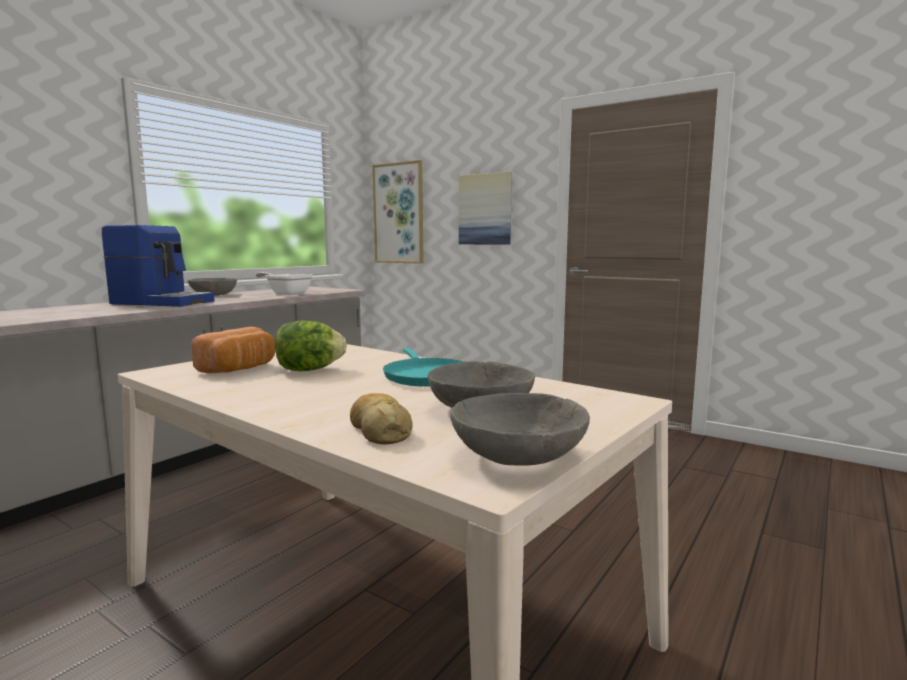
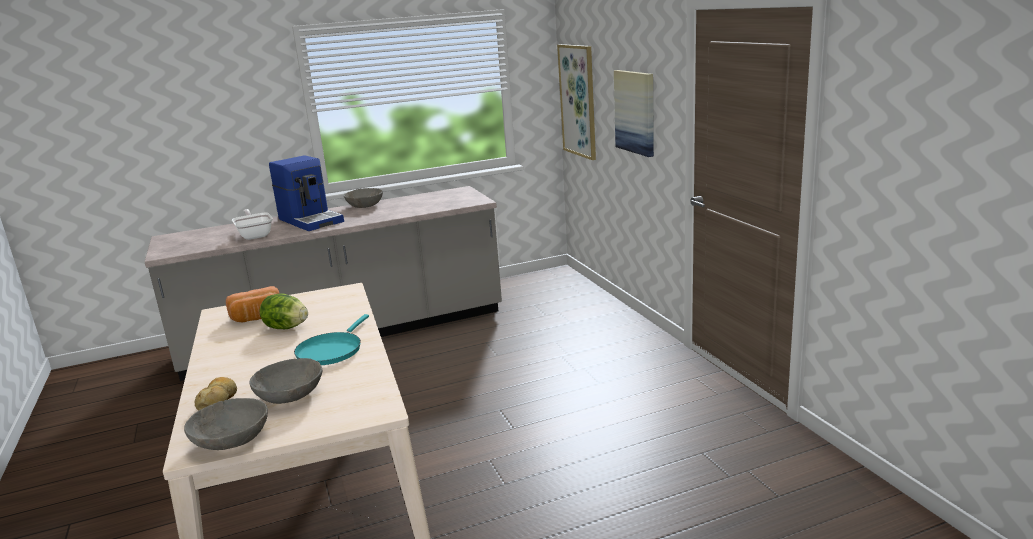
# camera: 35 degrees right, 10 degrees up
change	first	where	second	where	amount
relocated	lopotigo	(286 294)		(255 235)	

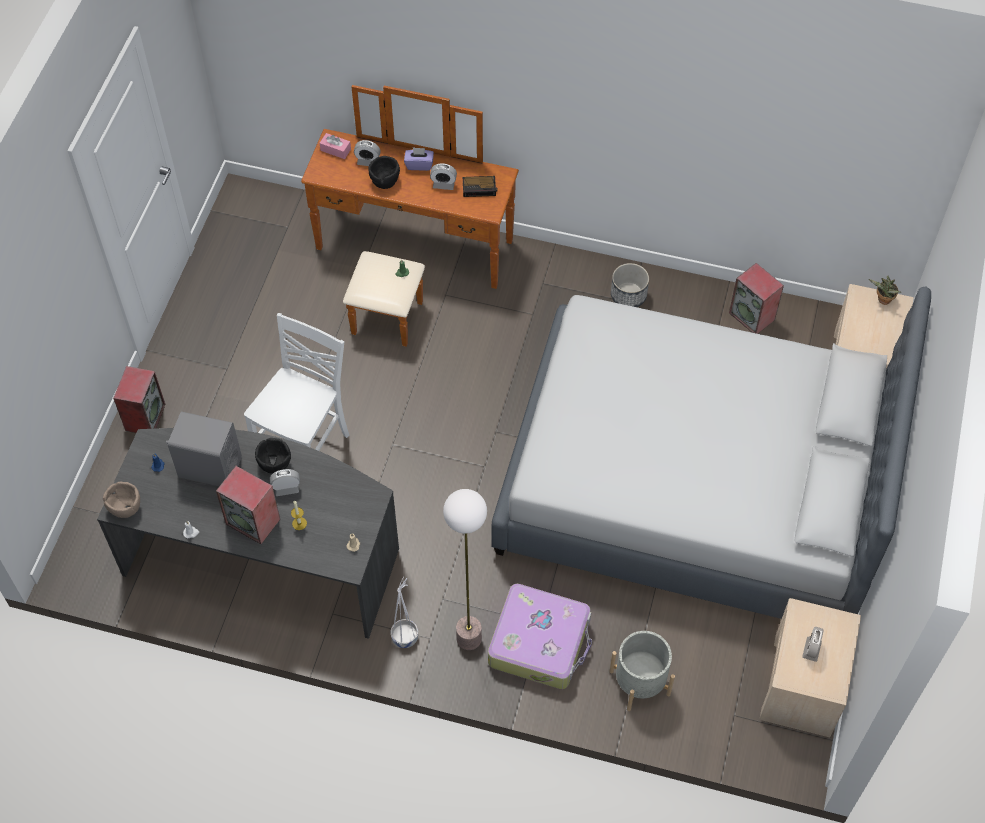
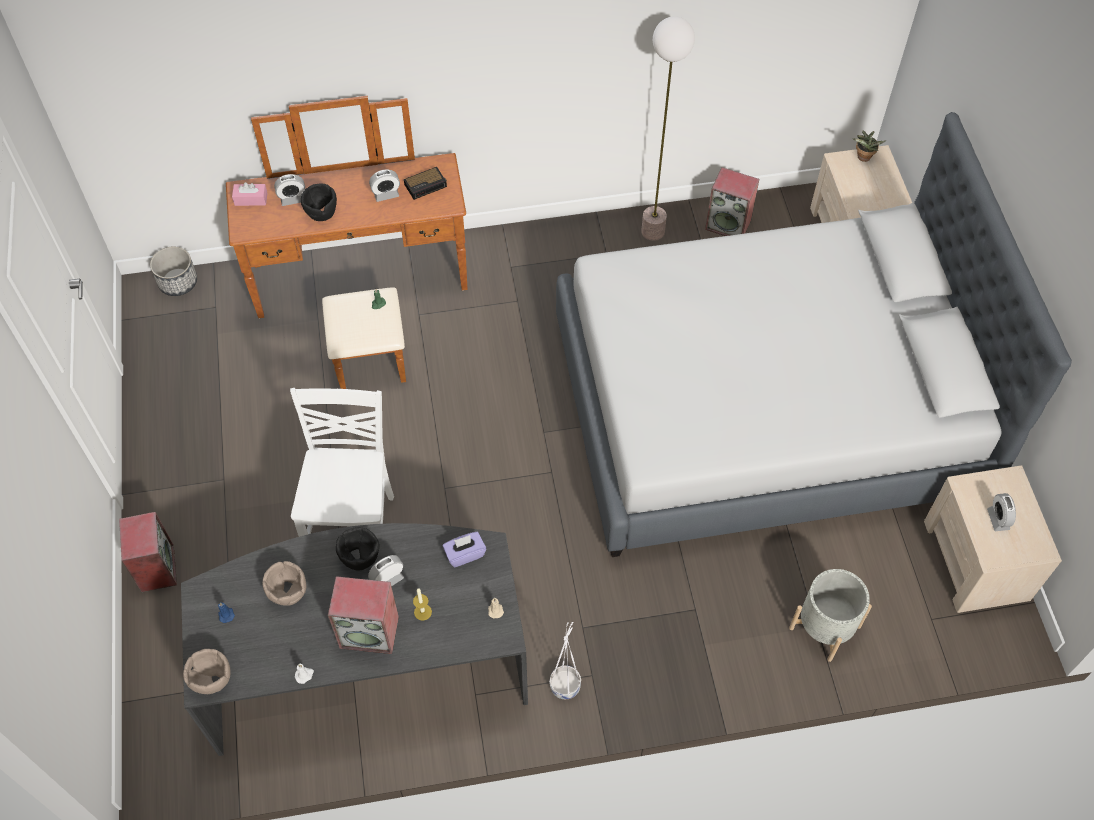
# camera: 25 degrees left, 0 degrees up
change	first	where	second	where	amount
missing	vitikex	(540 642)			
relocated	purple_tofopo	(419 164)		(465 554)	
relocated	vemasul	(469 638)		(653 231)	
relocated	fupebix	(628 295)		(178 282)	
exchanged	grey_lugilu	(209 467)	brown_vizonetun	(287 591)	

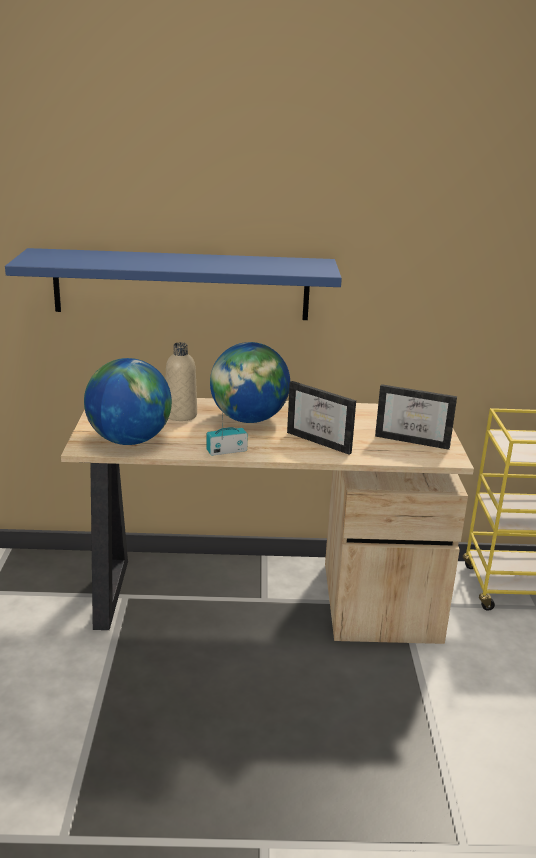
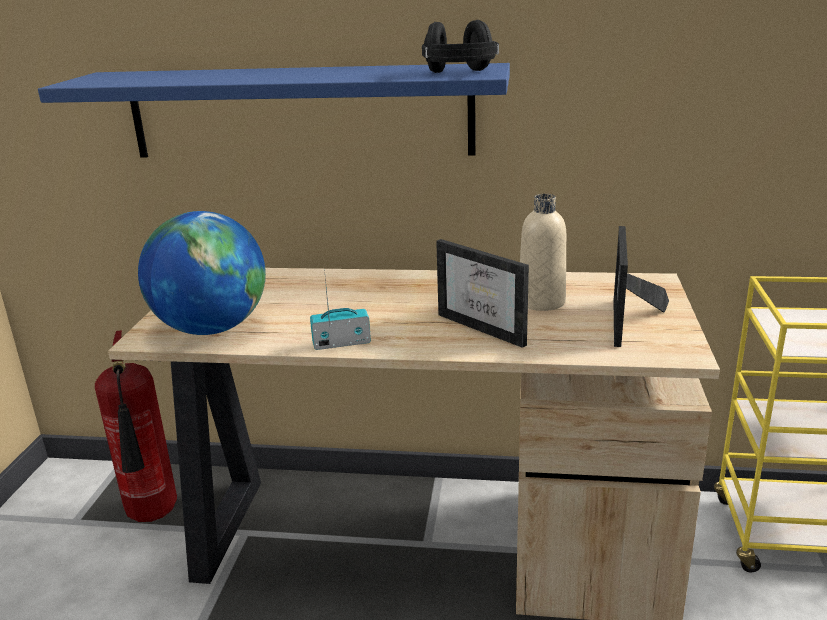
# camera: 10 degrees right, 0 degrees up
change	first	where	second	where	amount
missing	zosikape	(249 419)			
appeared			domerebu	(153 516)	
appeared			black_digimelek	(459 74)	
relocated	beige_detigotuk	(181 415)		(541 302)	
spun	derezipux	(414 439)		(628 323)	75 degrees clockwise

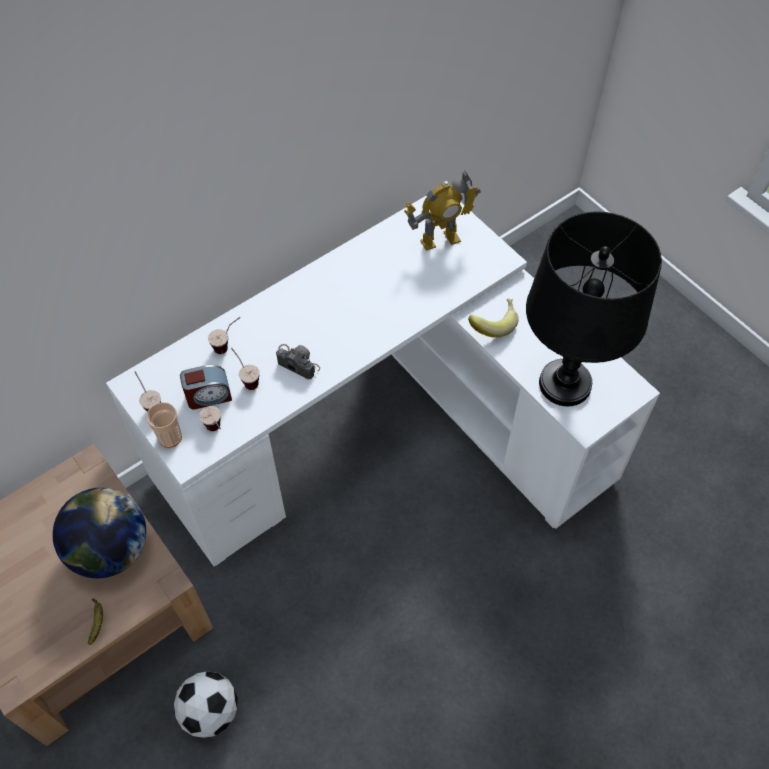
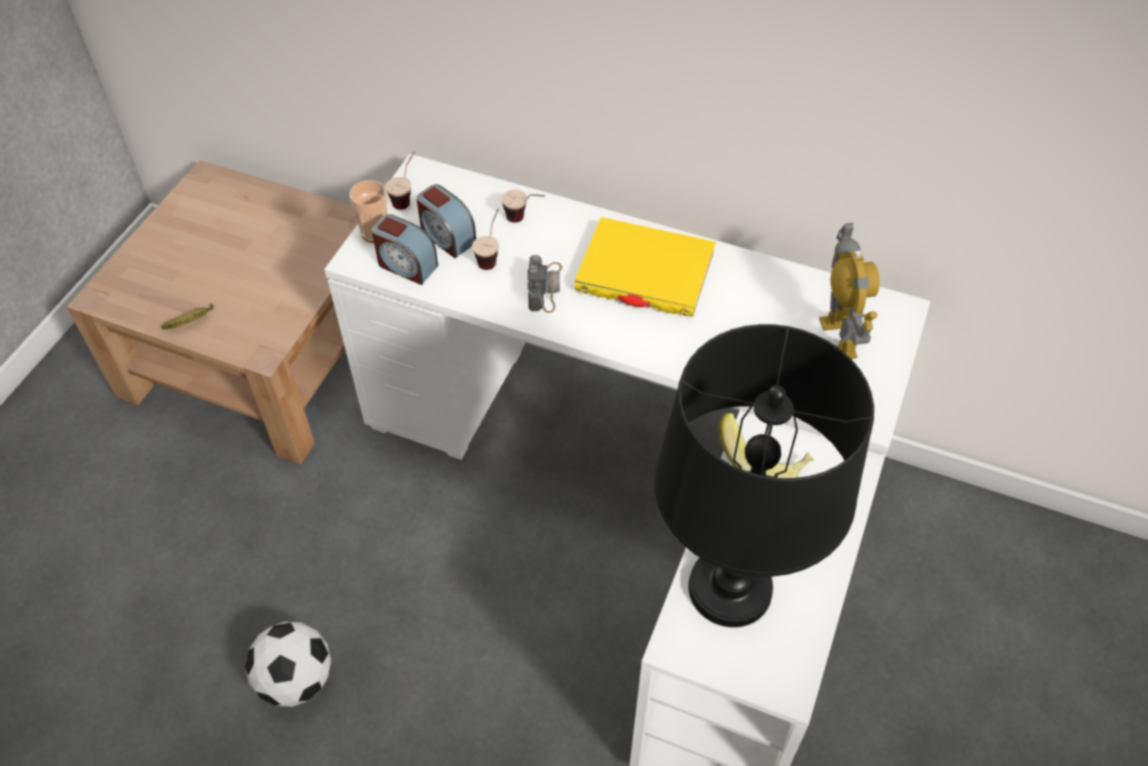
# camera: 60 degrees right, 5 degrees down
change	first	where	second	where	amount
missing	zosikape	(110 550)			
appeared			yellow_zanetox	(644 272)	
relocated	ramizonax	(210 711)		(296 680)	
exchanged	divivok	(217 432)	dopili	(406 265)	
spun	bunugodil	(440 240)		(838 337)	135 degrees counterclockwise

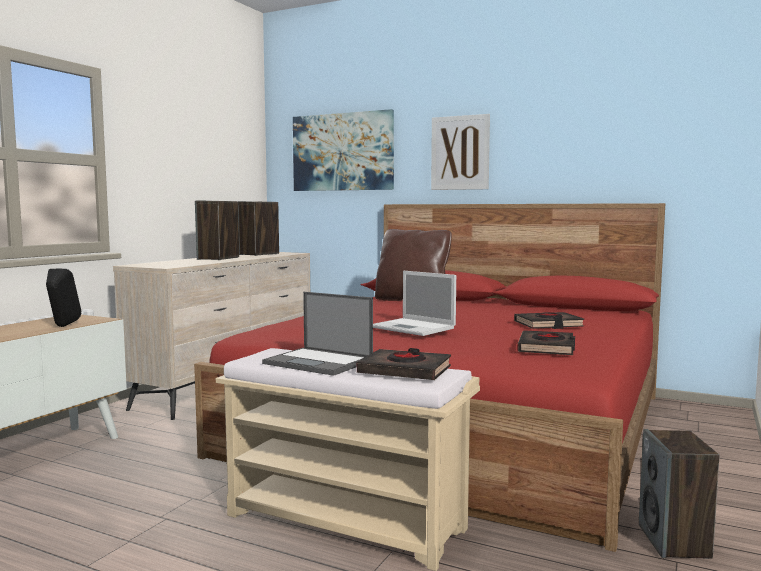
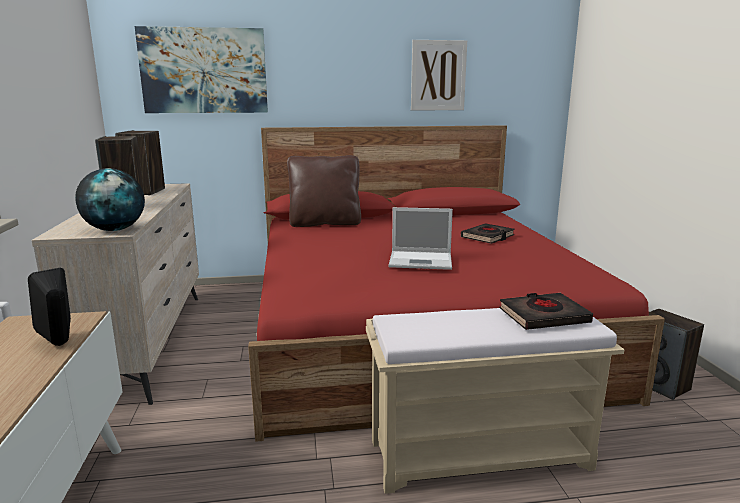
# camera: 35 degrees left, 10 degrees up
change	first	where	second	where	amount
missing	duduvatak	(320 362)			
missing	black_zanetox	(547 348)			
appeared			zosikape	(115 230)	
relocated	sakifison	(460 153)		(438 75)	

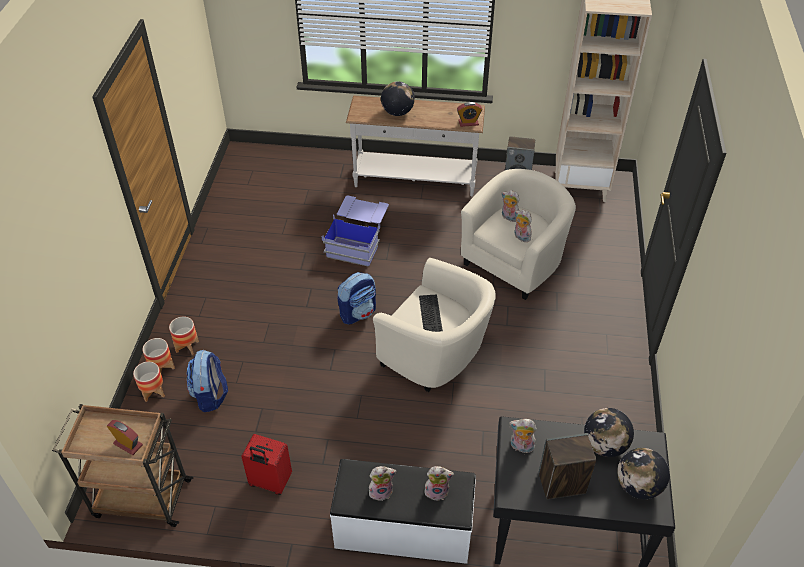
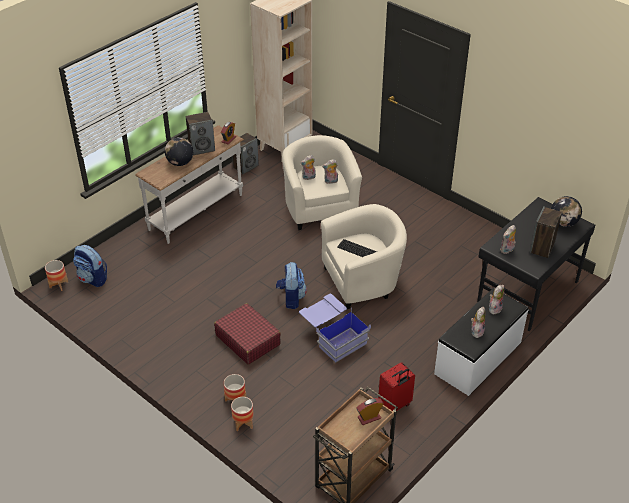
# camera: 55 degrees left, 5 degrees down
change	first	where	second	where	amount
missing	zosikape	(604 445)			
appeared			lugilu	(202 148)	
appeared			red_vitikex	(248 340)	
relocated	fupebix	(153 392)		(59 285)	
relocated	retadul	(211 395)		(93 279)	
relocated	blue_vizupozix	(358 241)		(333 336)	

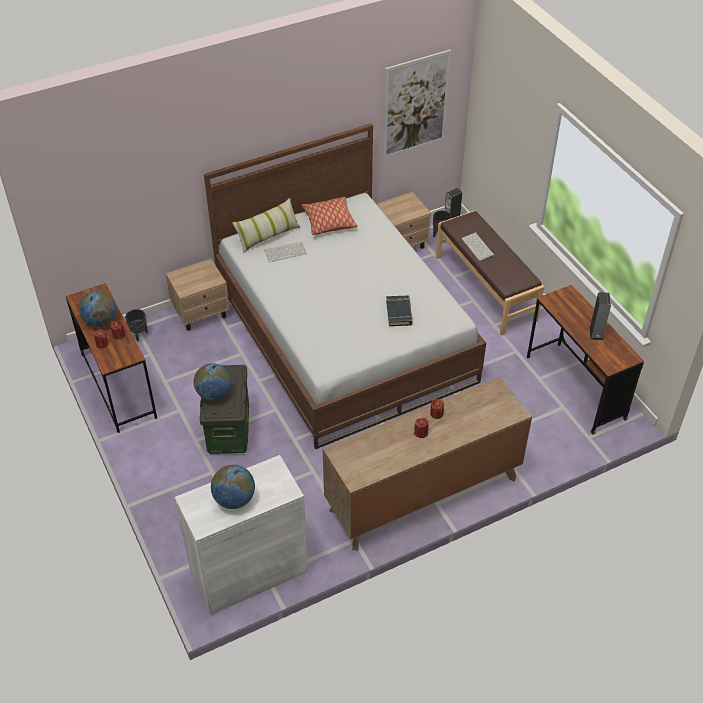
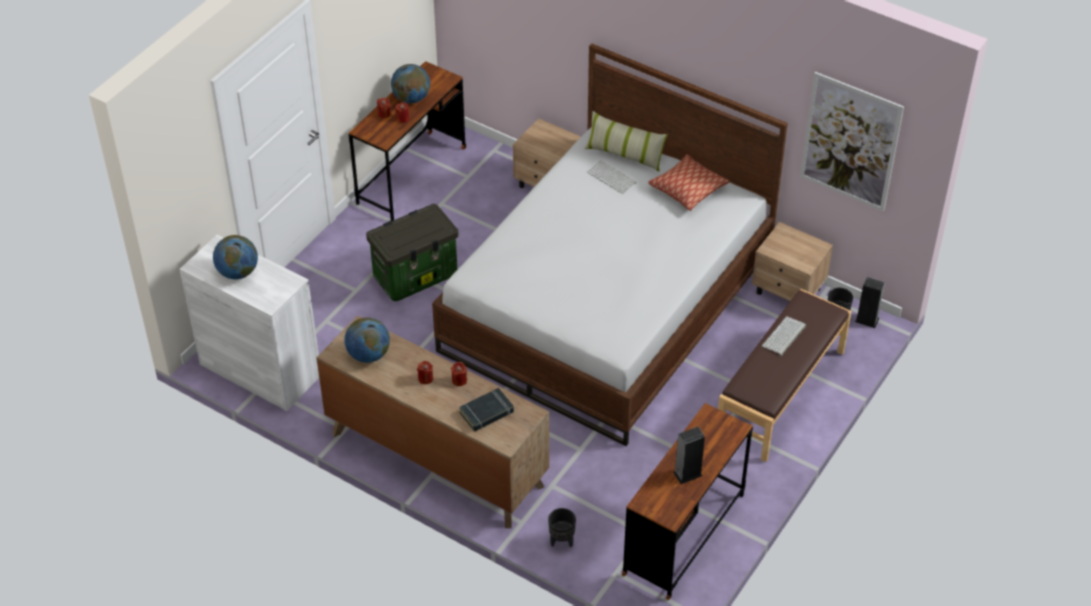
# camera: 60 degrees right, 0 degrees up
change	first	where	second	where	amount
relocated	black_fupebix	(139 335)		(562 541)	
relocated	zosikape	(214 394)		(368 355)	
relocated	black_zanetox	(399 313)		(487 412)	

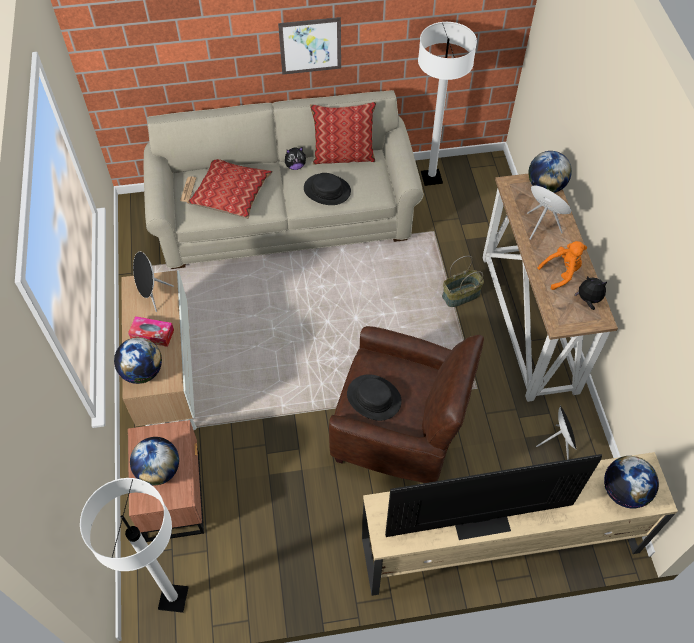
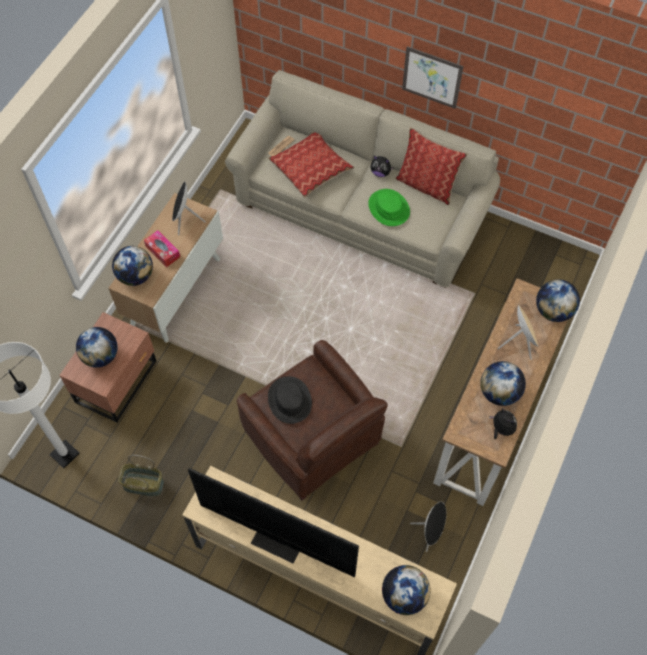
# camera: 35 degrees right, 5 degrees up
change	first	where	second	where	amount
missing	white_vemasul	(431 178)			
relocated	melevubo	(461 296)		(143 485)	
exchanged	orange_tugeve	(561 273)	zosikape	(499 392)	
colour	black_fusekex	(327 190)	green_fusekex	(389 208)	

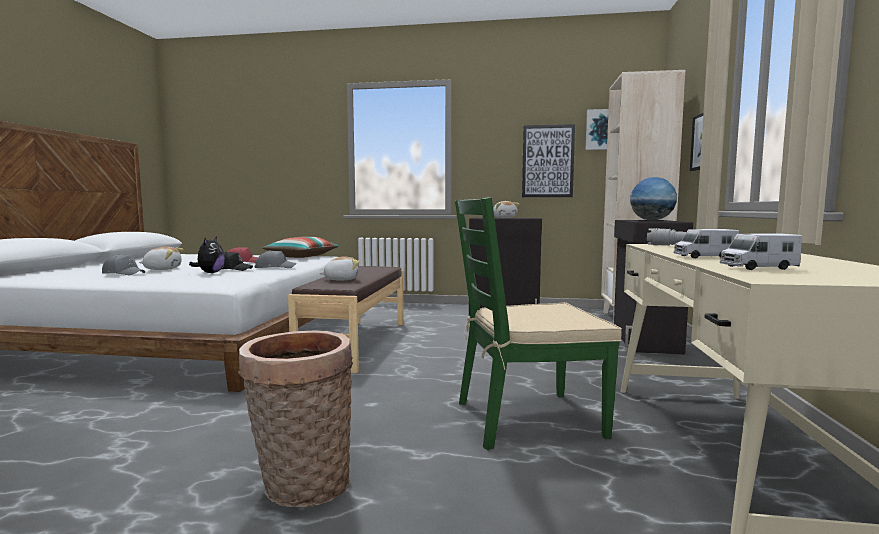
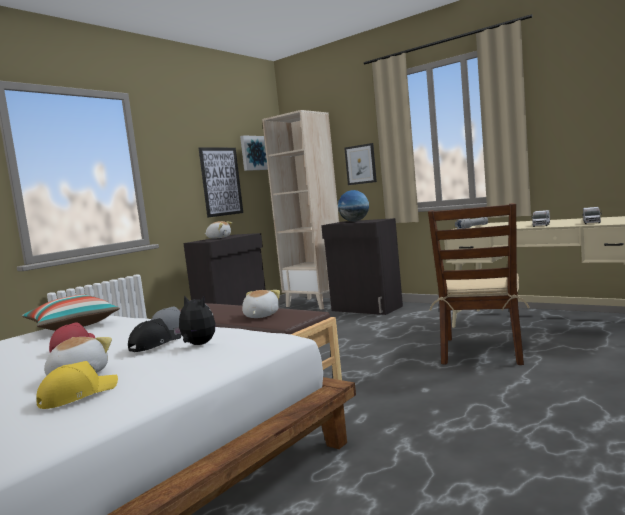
# camera: 60 degrees left, 0 degrees up
change	first	where	second	where	amount
missing	melevubo	(301 486)			
colour	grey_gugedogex	(123 273)	yellow_gugedogex	(77 395)	
colour	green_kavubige	(527 419)	brown_kavubige	(482 351)	

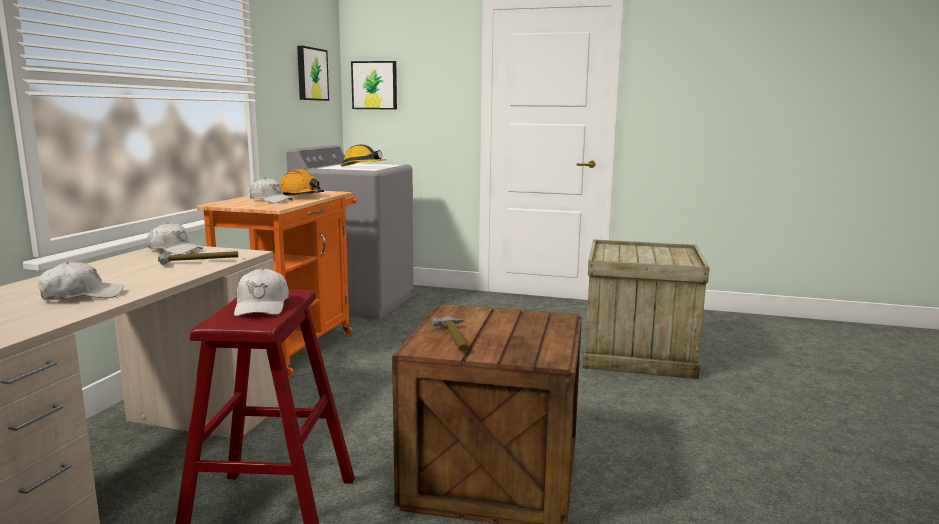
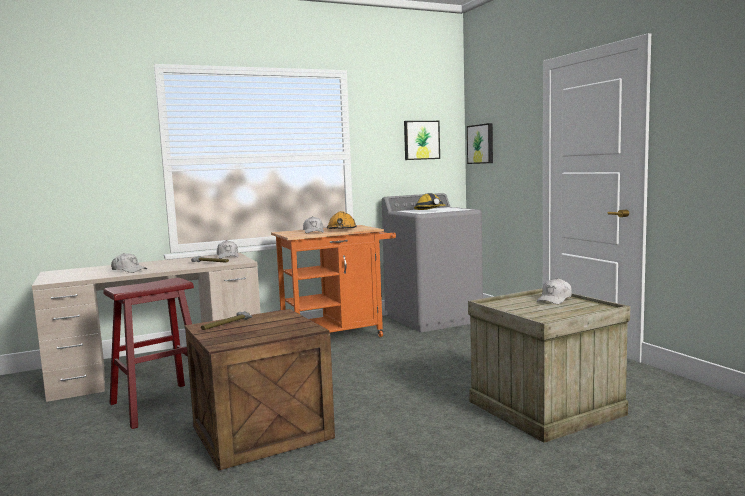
# camera: 50 degrees right, 5 degrees down
change	first	where	second	where	amount
relocated	white_gugedogex	(262 306)		(554 299)	

